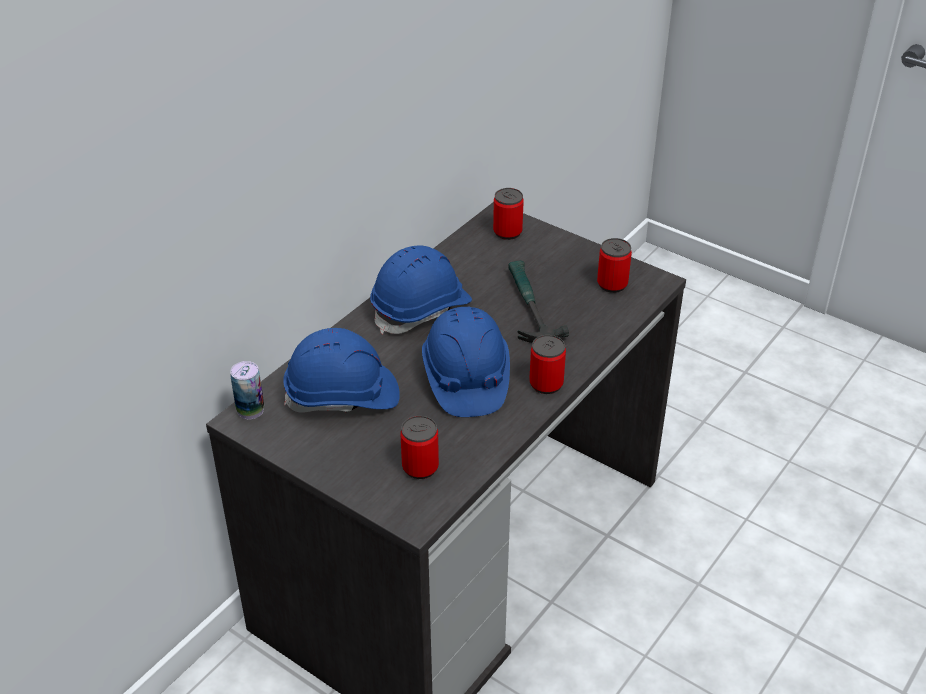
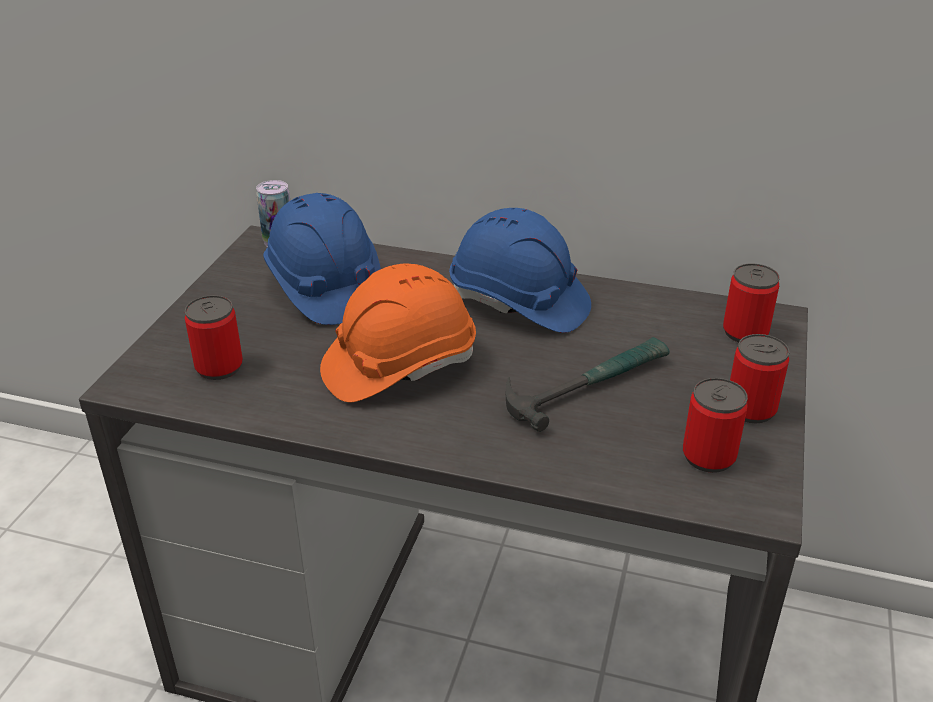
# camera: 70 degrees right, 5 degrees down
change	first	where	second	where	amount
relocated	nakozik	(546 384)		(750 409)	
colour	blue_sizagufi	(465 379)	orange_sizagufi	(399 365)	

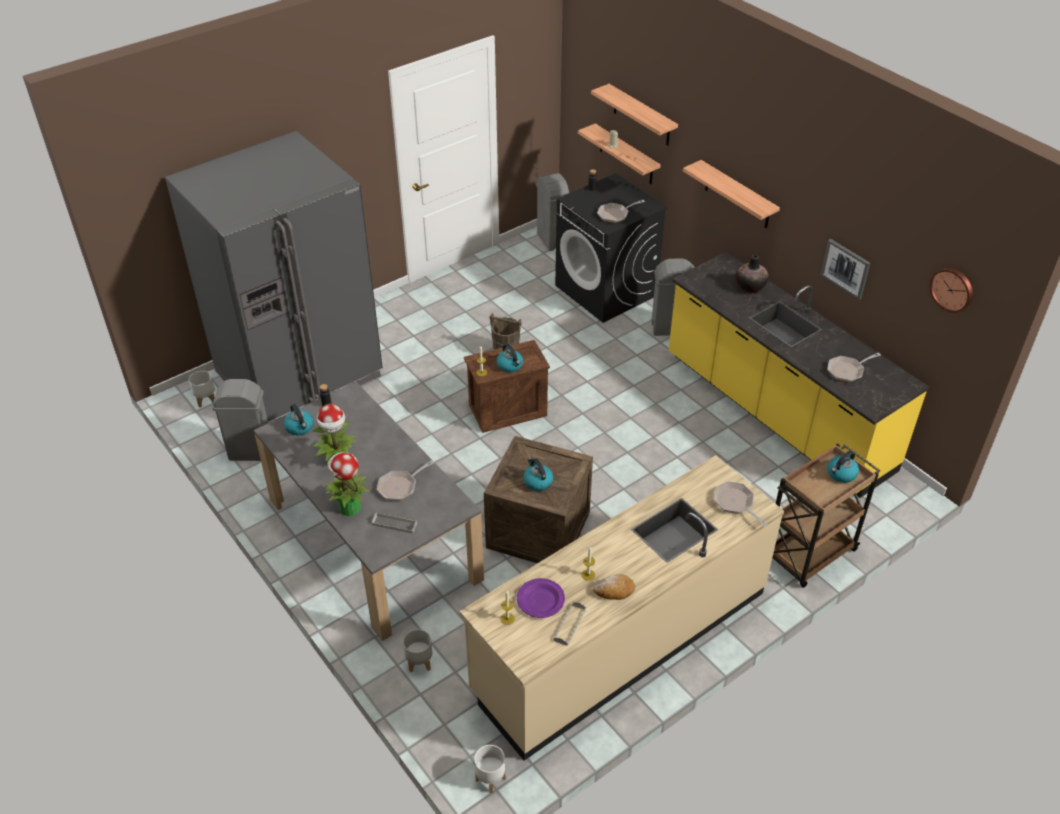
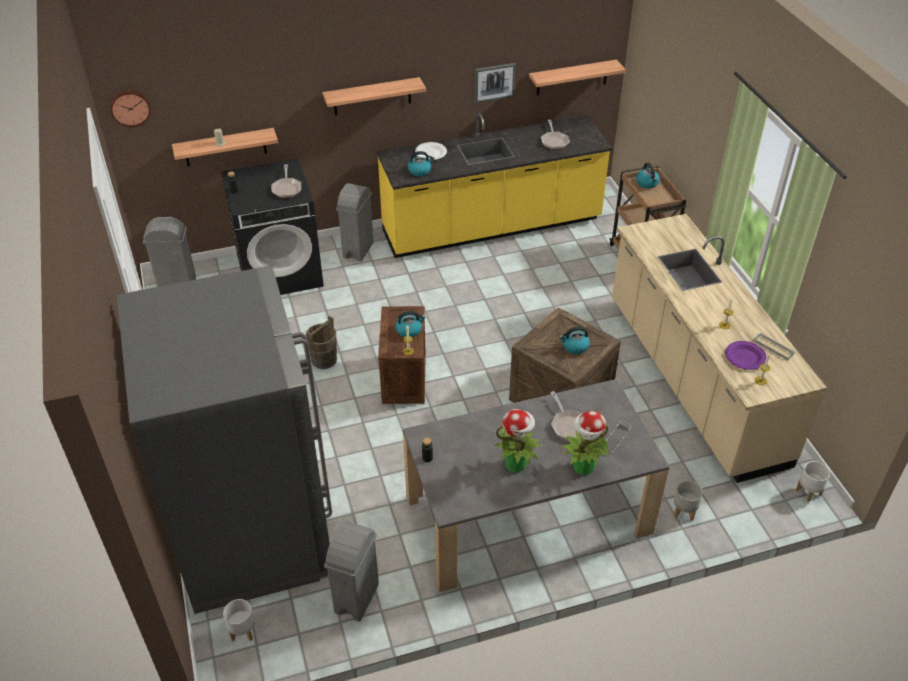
# camera: 70 degrees left, 0 degrees up
change	first	where	second	where	amount
missing	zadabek	(614 591)			
missing	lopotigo	(735 503)			
relocated	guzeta	(300 427)		(420 170)	
relocated	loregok	(641 116)		(572 77)	
relocated	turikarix	(952 289)		(130 107)	
exchanged	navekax	(750 287)	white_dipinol	(431 153)	

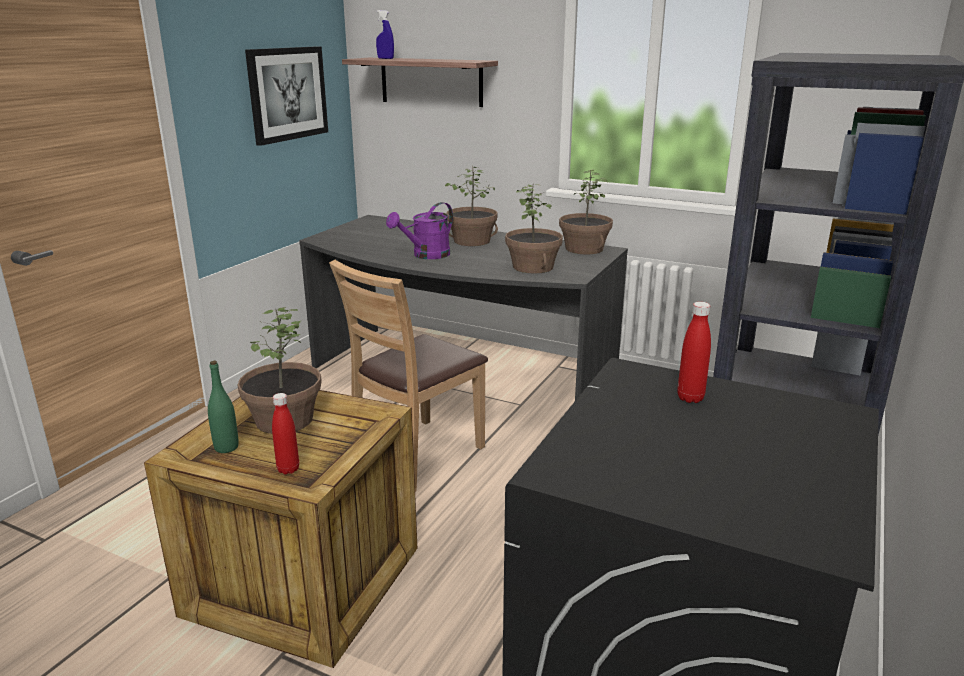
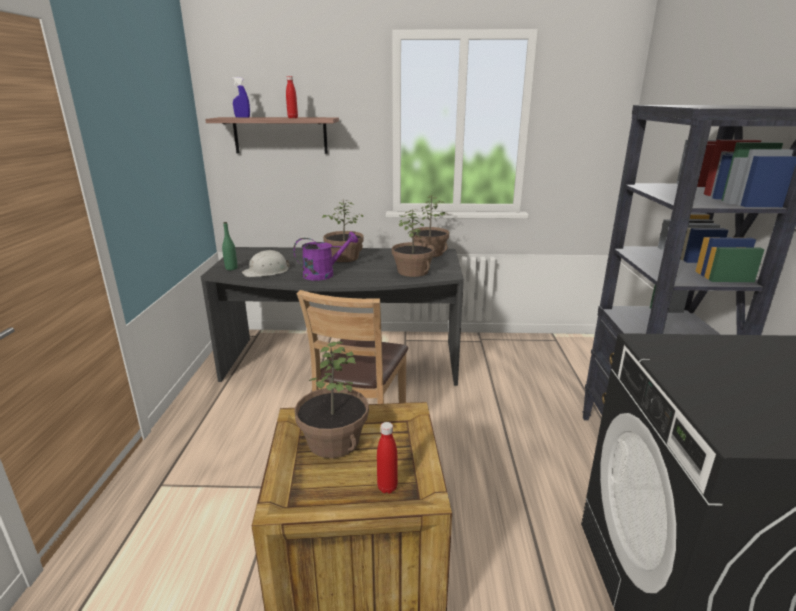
# camera: 25 degrees left, 0 degrees up
change	first	where	second	where	amount
missing	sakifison	(287 94)			
appeared			white_sizagufi	(266 271)	
relocated	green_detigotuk	(226 447)		(231 268)	
relocated	red_detigotuk	(690 398)		(292 118)	
spun	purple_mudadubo	(426 255)		(324 274)	135 degrees counterclockwise

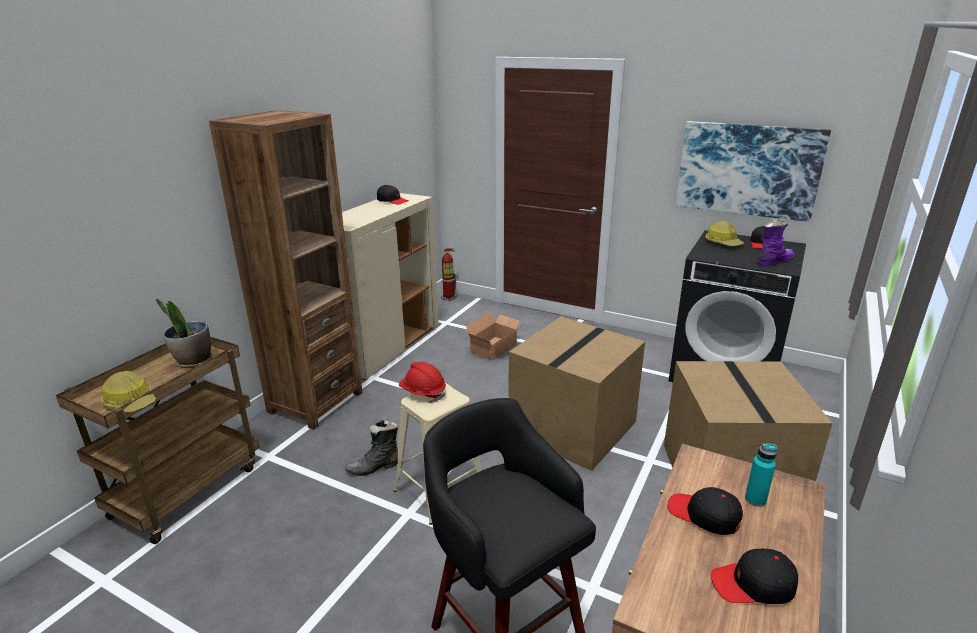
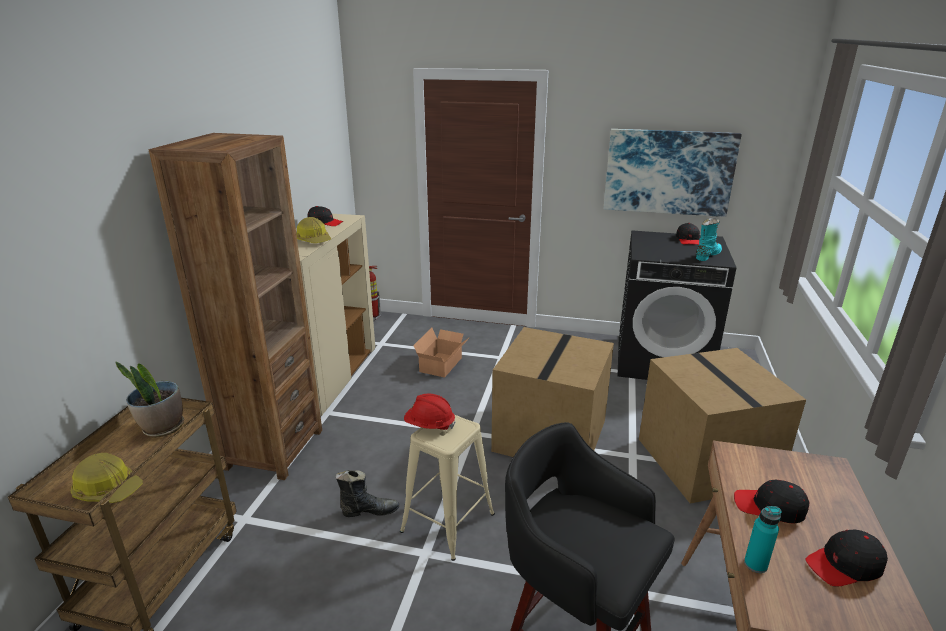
# camera: 15 degrees left, 0 degrees up
change	first	where	second	where	amount
relocated	sizagufi	(722 243)		(314 240)	
relocated	turquoise_detigotuk	(755 499)		(755 564)	
colour	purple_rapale	(773 261)	turquoise_rapale	(707 255)	
spun	black_rapale	(374 468)		(369 511)	150 degrees counterclockwise

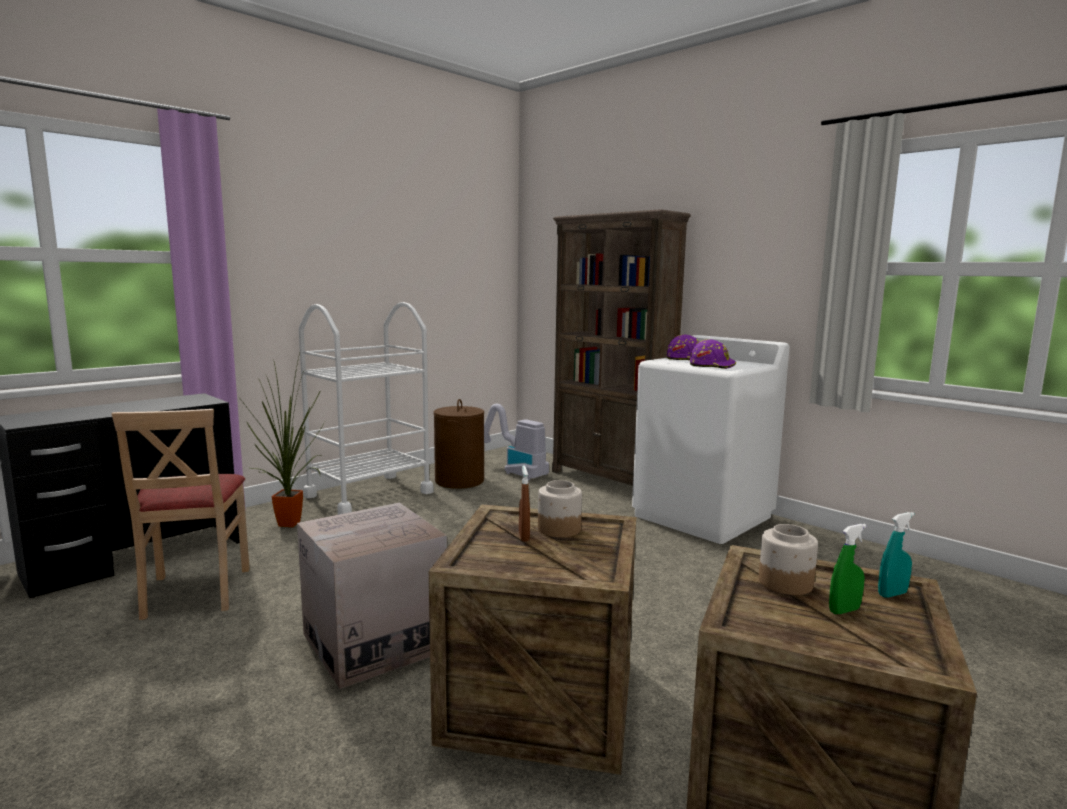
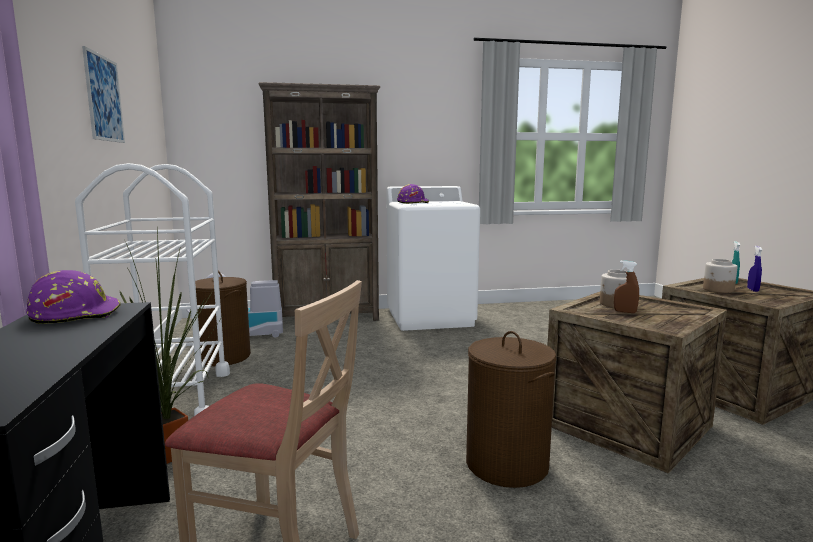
# camera: 55 degrees left, 0 degrees up
change	first	where	second	where	amount
appeared			sakifison	(104 98)	
relocated	purple_sizagufi	(712 366)		(76 314)	
exchanged	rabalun	(374 642)	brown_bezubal	(506 464)	
colour	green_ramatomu	(844 610)	blue_ramatomu	(752 290)	

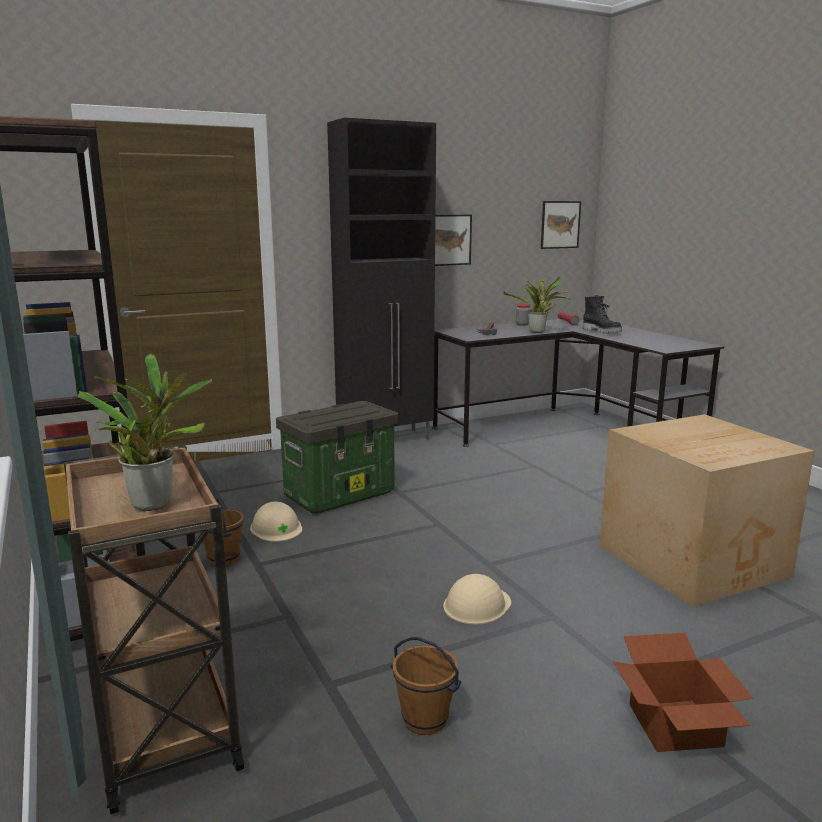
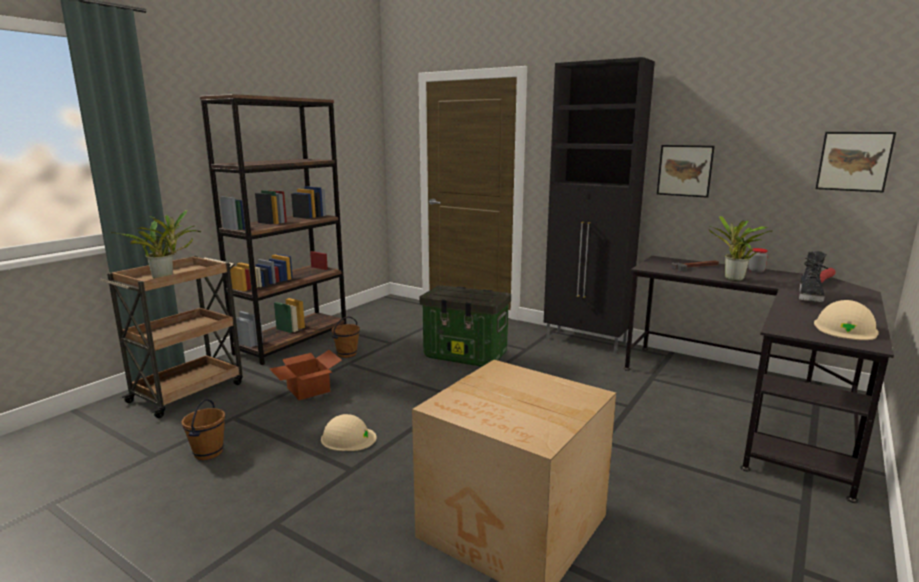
# camera: 60 degrees right, 0 degrees up
change	first	where	second	where	amount
relocated	beige_sizagufi	(276 528)		(845 328)	
relocated	rabalun	(674 727)		(307 390)	

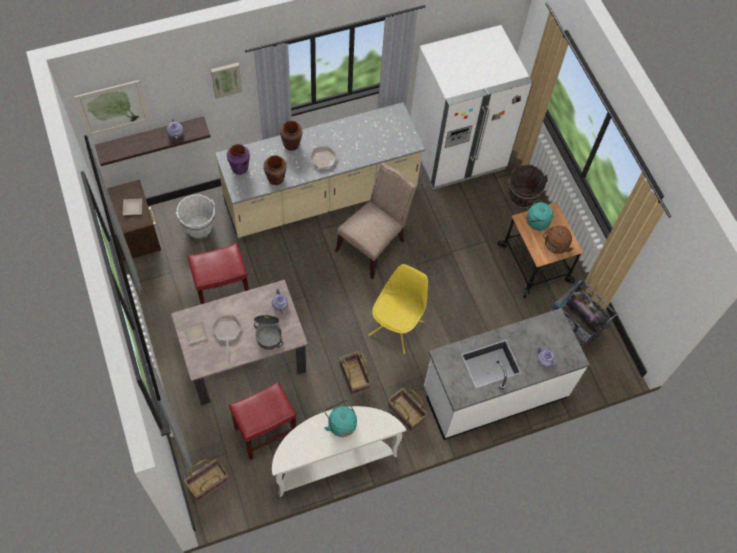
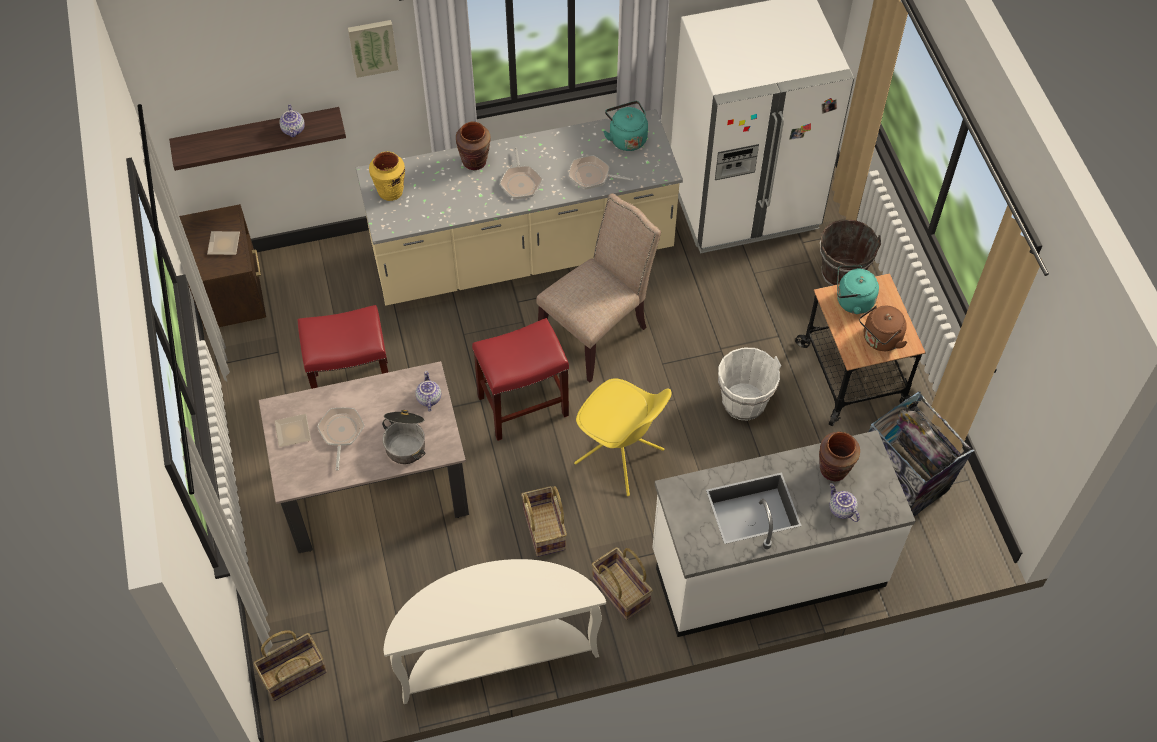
# camera: 10 degrees right, 5 degrees down
change	first	where	second	where	amount
missing	sakifison	(113 108)			
appeared			lopotigo	(592 176)	
relocated	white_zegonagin	(199 227)		(743 402)	
relocated	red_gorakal	(265 432)		(522 406)	
relocated	brown_navekax	(276 179)		(833 470)	
relocated	turquoise_guzeta	(341 423)		(626 138)	
colour	purple_navekax	(240 168)	yellow_navekax	(390 191)	
spun	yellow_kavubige	(397 327)		(620 458)	90 degrees clockwise

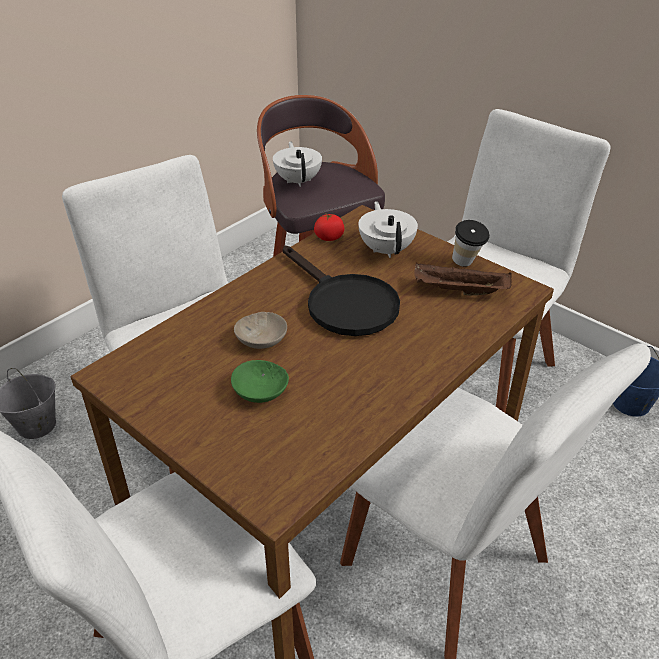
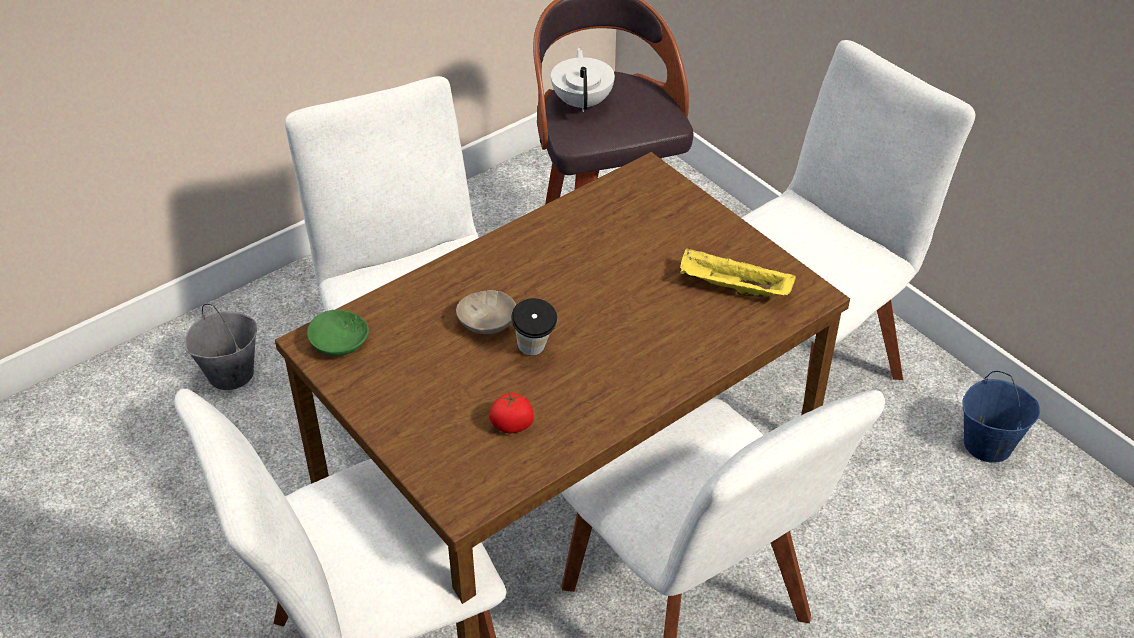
# camera: 10 degrees right, 5 degrees up
change	first	where	second	where	amount
missing	black_lopotigo	(344 303)			
missing	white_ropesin	(386 249)			
relocated	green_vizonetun	(258 392)		(337 344)	
relocated	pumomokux	(329 237)		(512 425)	
relocated	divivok	(466 264)		(534 352)	
colour	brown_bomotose	(458 291)	yellow_bomotose	(732 288)	

